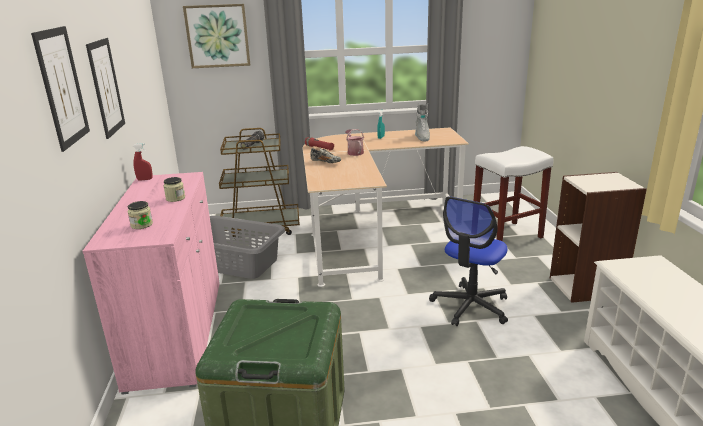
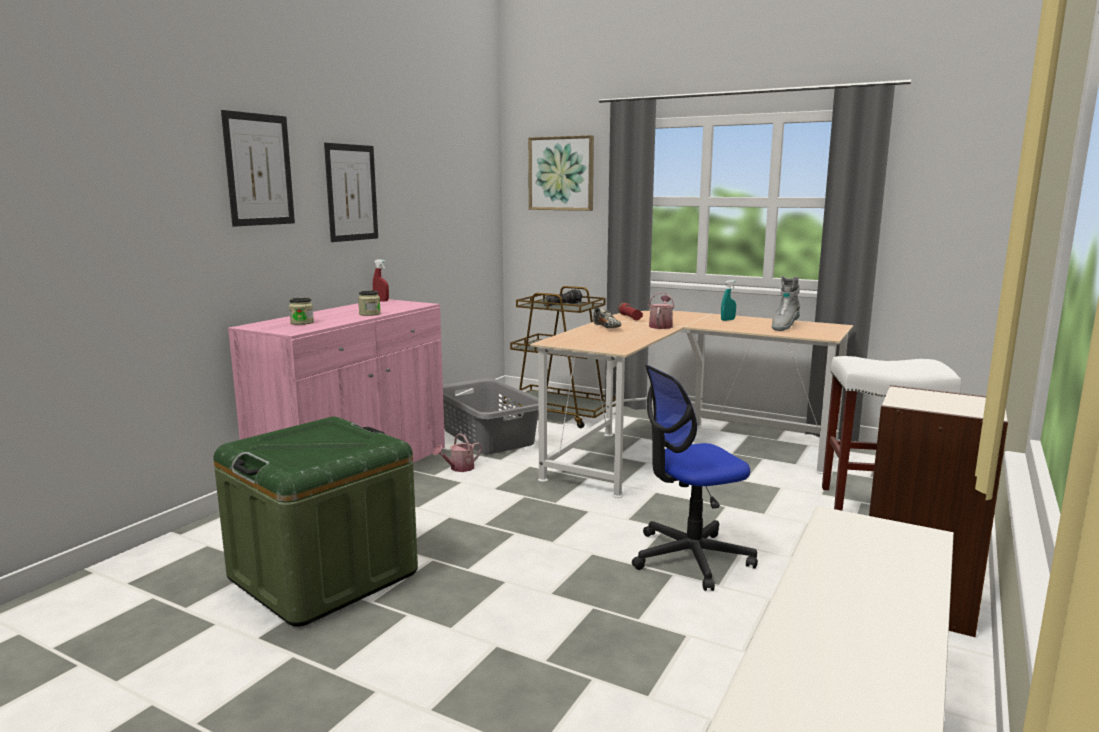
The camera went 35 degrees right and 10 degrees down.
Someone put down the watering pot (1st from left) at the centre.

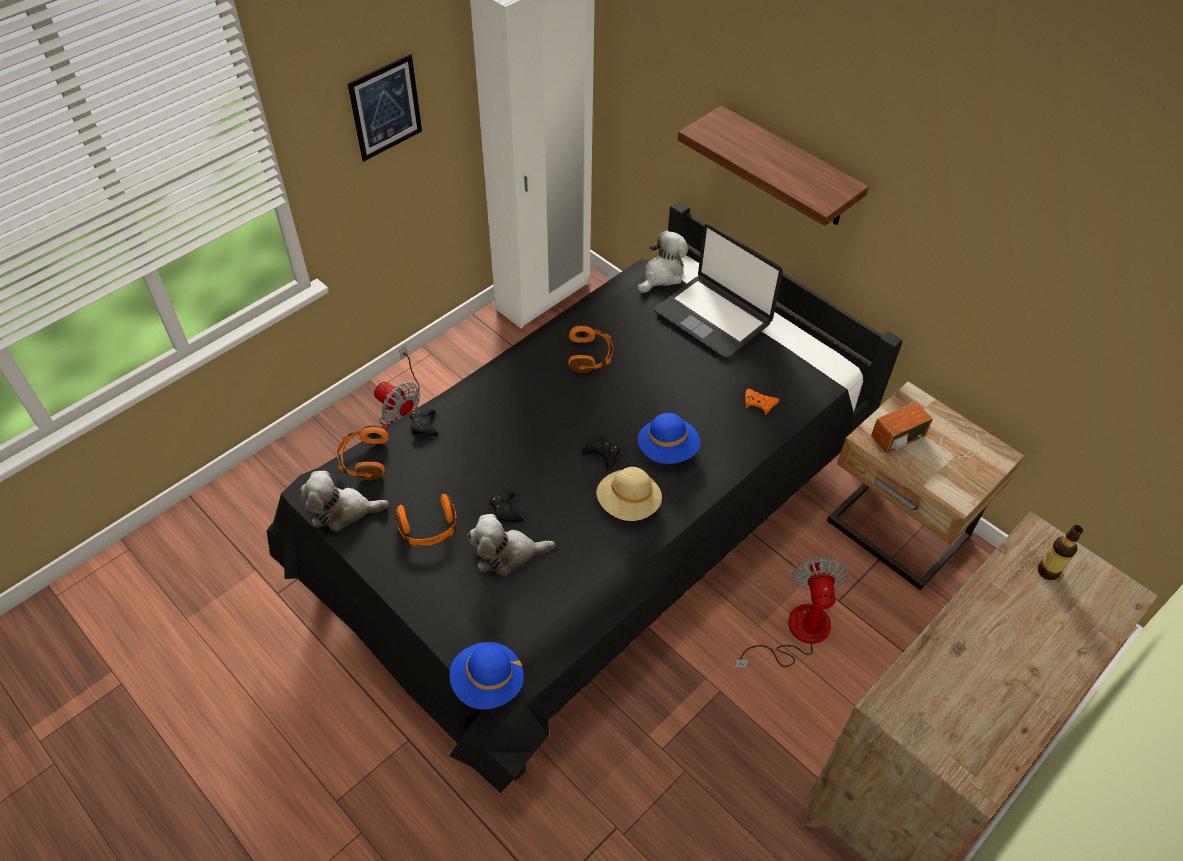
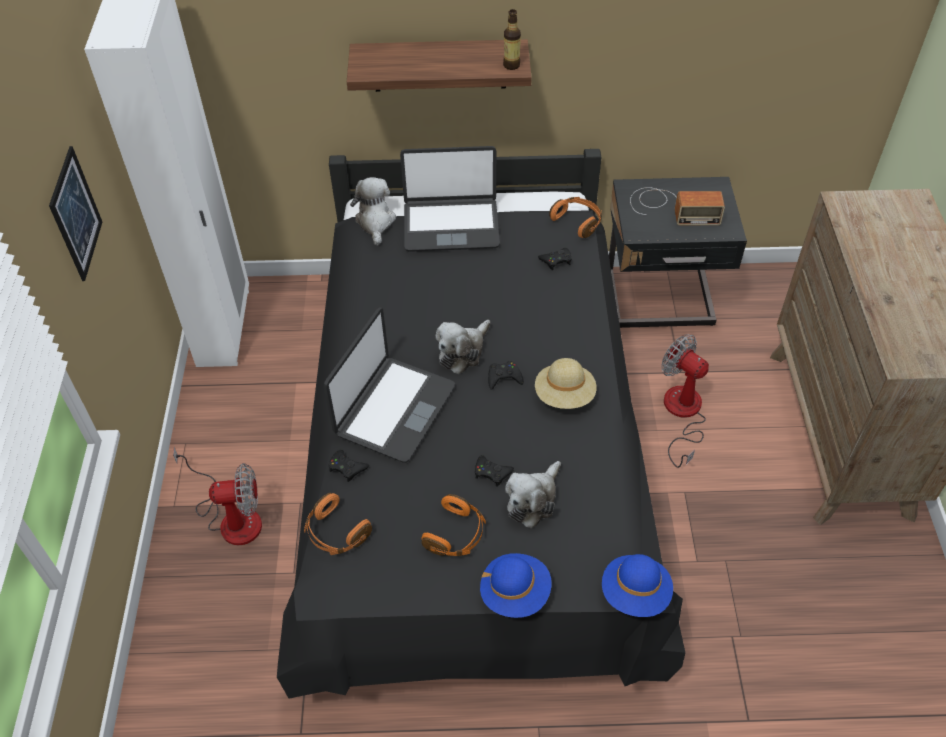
The camera went 45 degrees left and 0 degrees up.
Someone put down the portable computer (1st from left) at the centre.
Someone carried the soft toy (1st from left in the first image) from the middle left to the centre.
Someone carried the headphones (orangey) (3rd from left) from the centre to the top centre.
Someone carried the wearable hat (bluish) (2nd from left in the first image) from the centre to the bottom centre.
Someone carried the beverage bottle from the middle right to the top centre.
Someone repainted the gamepad (orangey) at the centre, which became the gamepad (black-coloured) (4th from left) at the centre.
Someone repainted the nightstand (beige) at the middle right, which became the nightstand (black-coloured) at the middle right.
Someone rotated the radio set at the middle right by 105 degrees counterclockwise.

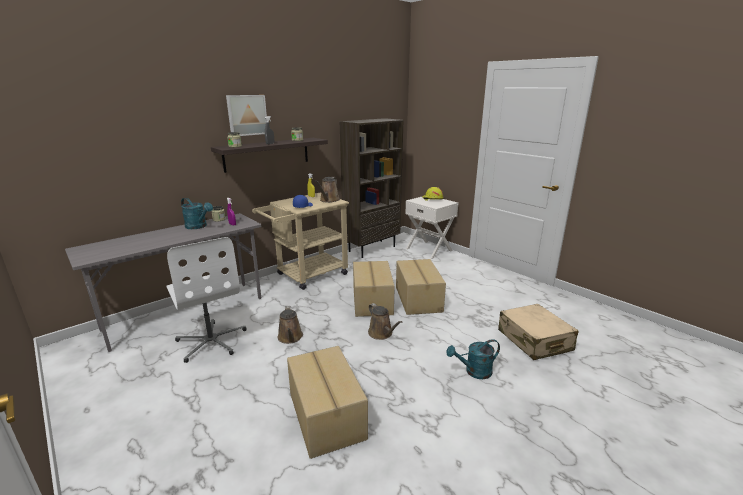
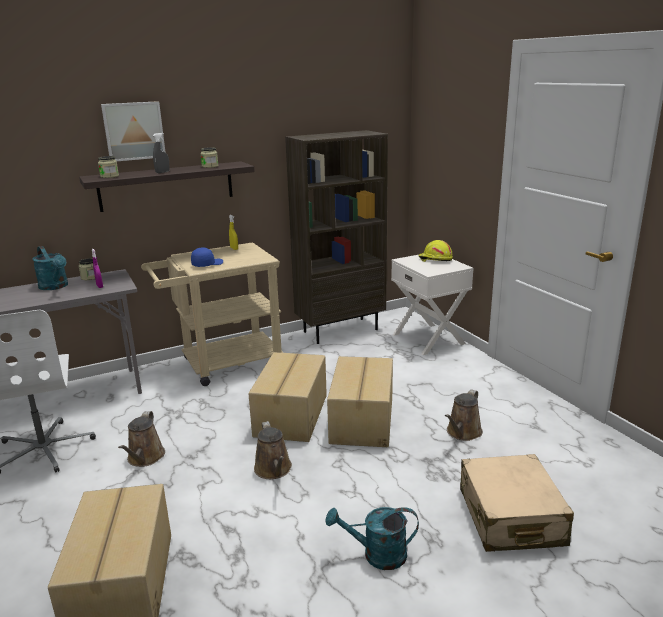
The camera went 15 degrees right and 0 degrees up.
Someone carried the watering pot (brown) (2nd from left in the first image) from the centre to the bottom right.

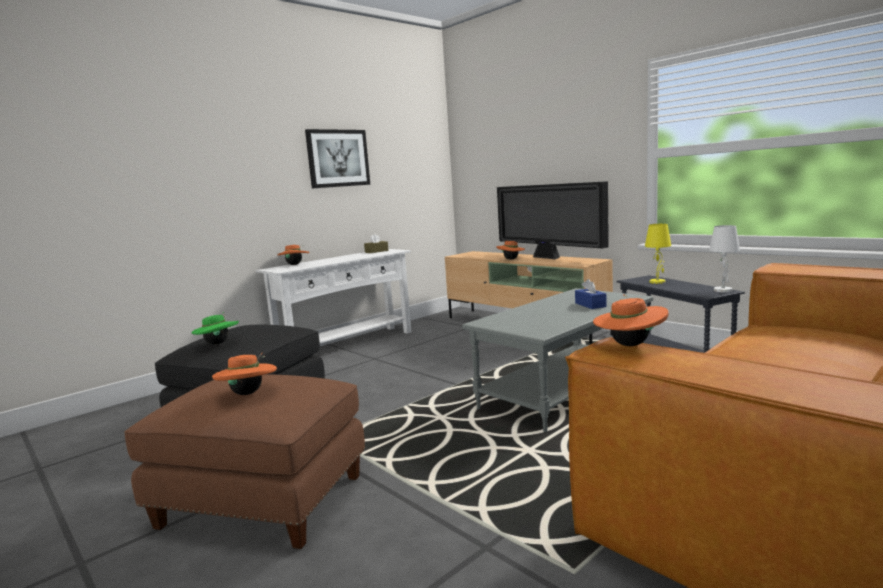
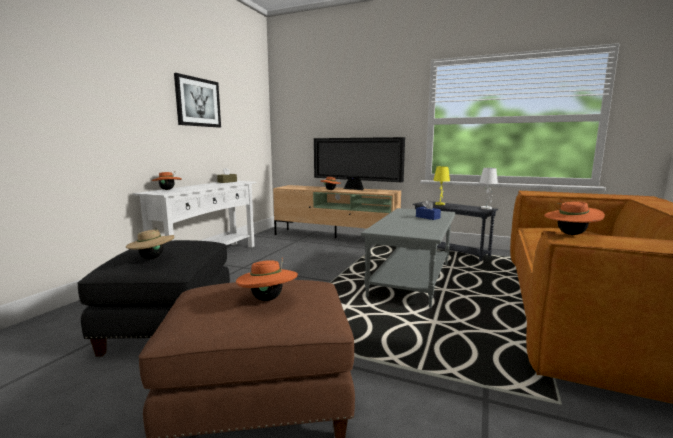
The camera went 25 degrees left and 0 degrees up.
Someone repainted the wearable hat (greenish) at the middle left, which became the wearable hat (beige) at the middle left.

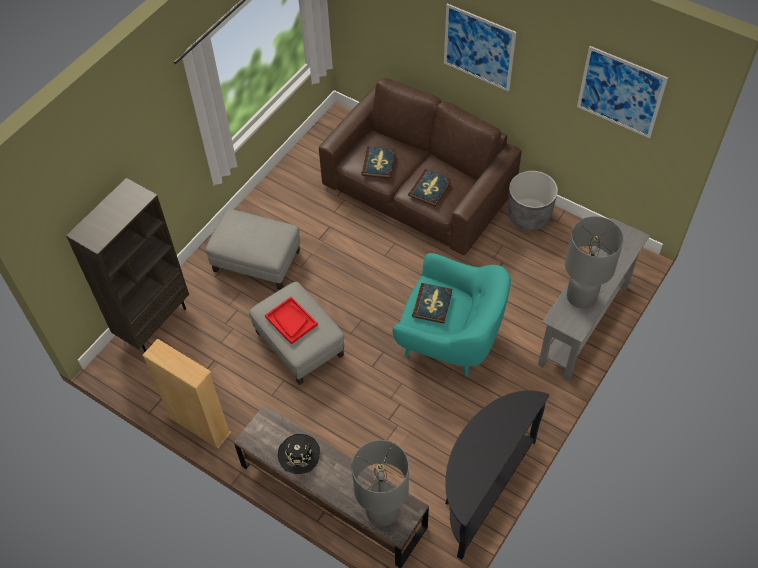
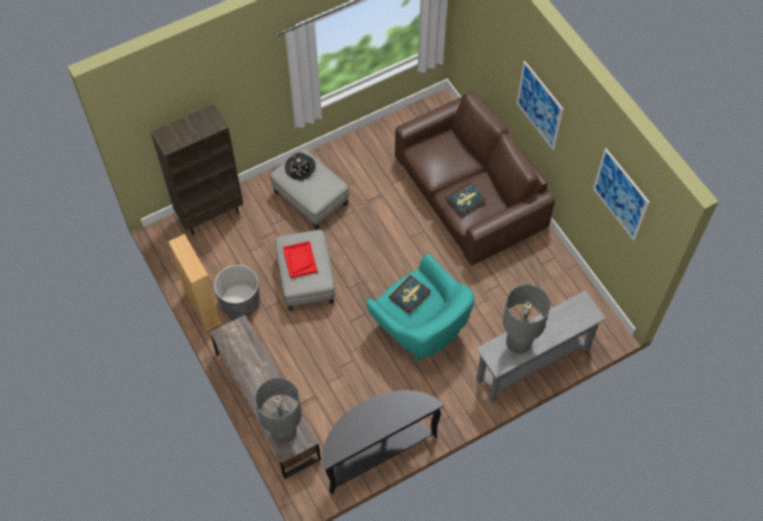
The camera went 25 degrees right and 5 degrees up.
Someone took away the bound book (1st from left) at the top centre.
Someone carried the wearable hat (black-coloured) from the bottom centre to the top centre.
Someone carried the flower pot (gray) from the middle right to the middle left.

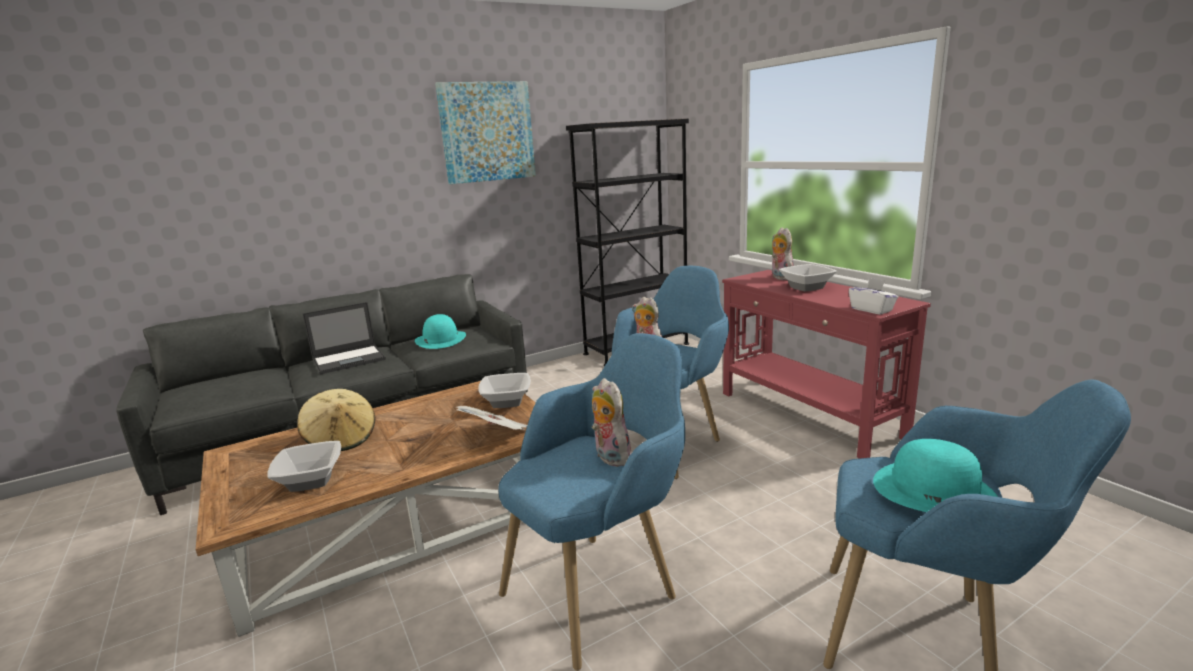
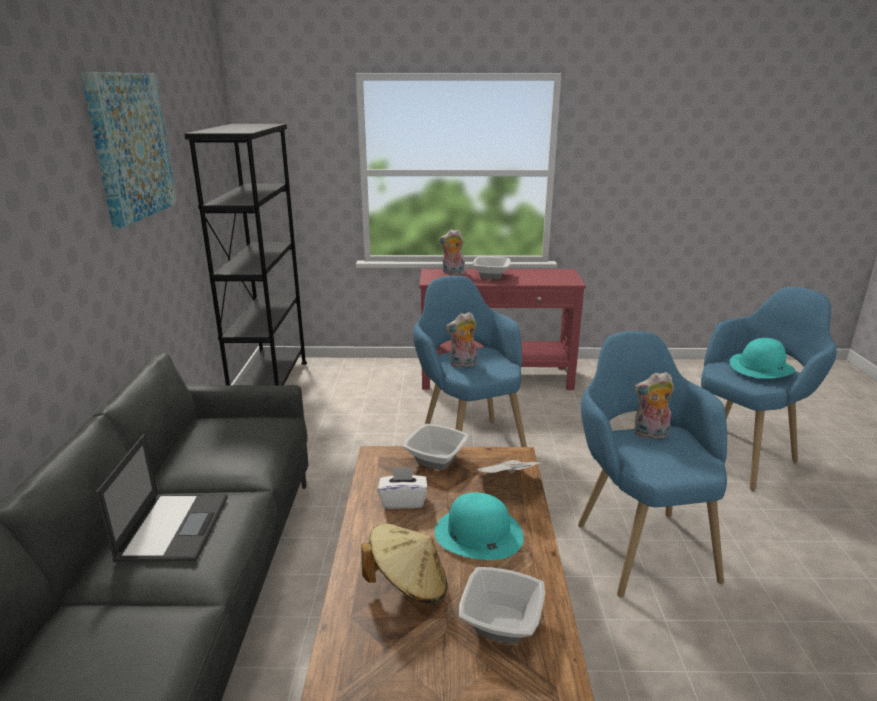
The camera went 60 degrees left and 5 degrees up.
Someone carried the wearable hat (turquoise) (1st from left) from the centre to the bottom centre.
Someone carried the tissue holder (whitish) from the middle right to the bottom centre.

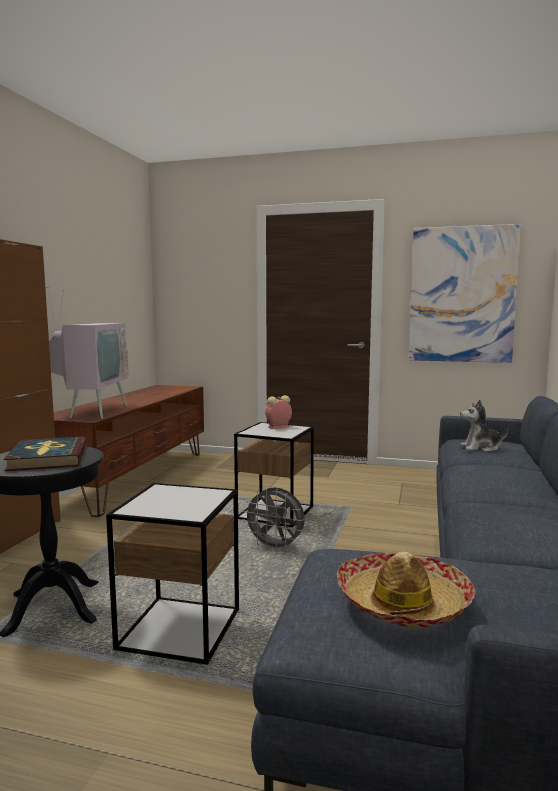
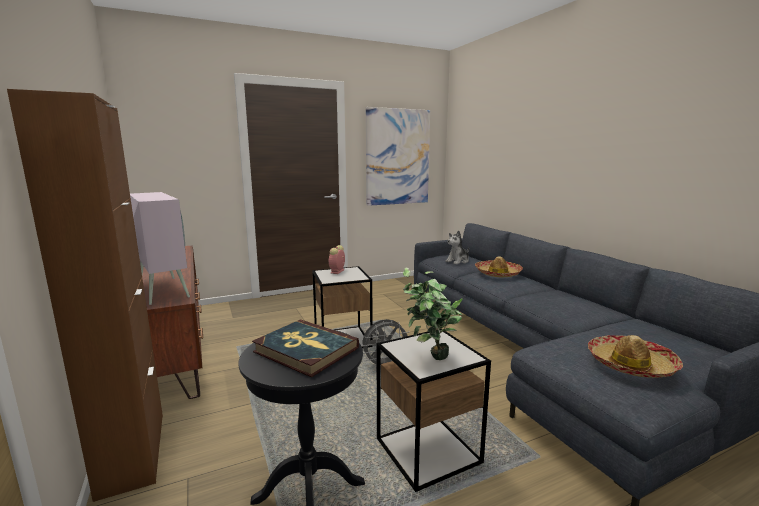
The camera went 40 degrees left and 5 degrees up.
Someone put down the houseplant at the centre.
Someone put down the wearable hat (1st from left) at the centre.

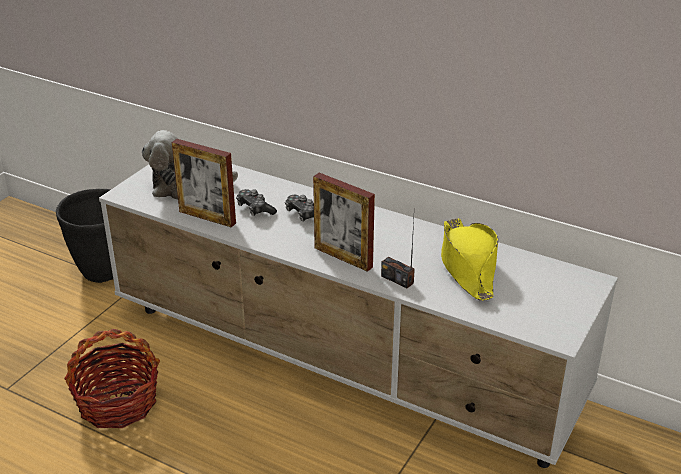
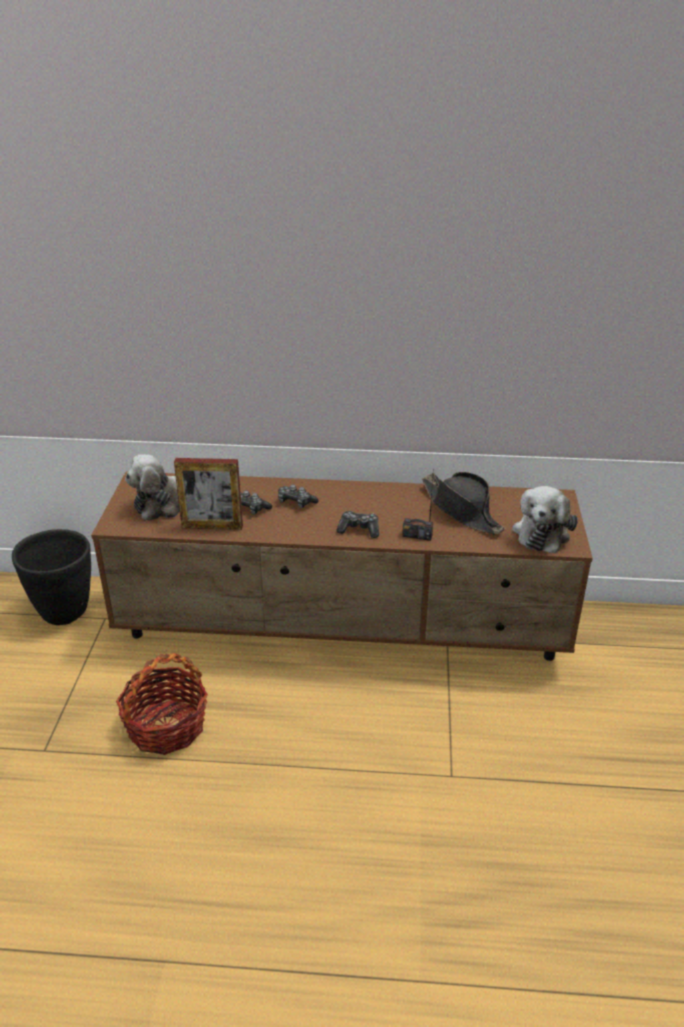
The camera went 25 degrees left and 0 degrees up.
Someone put down the soft toy (2nd from left) at the middle right.
Someone swapped the photo frame (2nd from left) at the centre for the gamepad (3rd from left) at the centre.
Someone repainted the tv stand (whitish) at the bottom centre, which became the tv stand (brown) at the centre.
Someone repainted the wearable hat (yellow-coloured) at the middle right, which became the wearable hat (black-coloured) at the middle right.

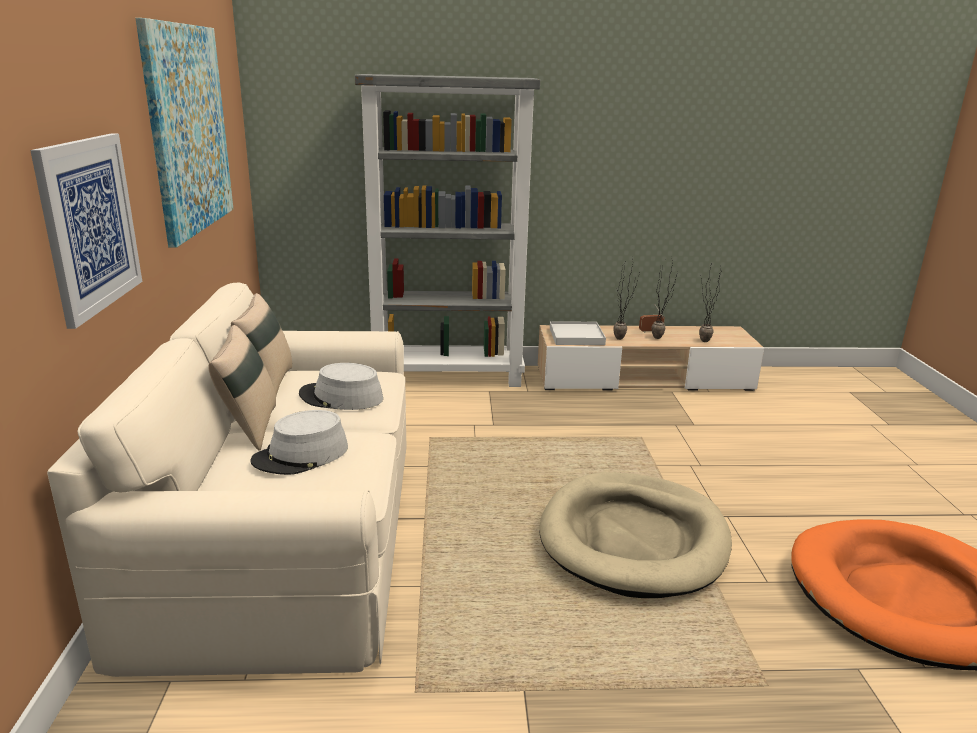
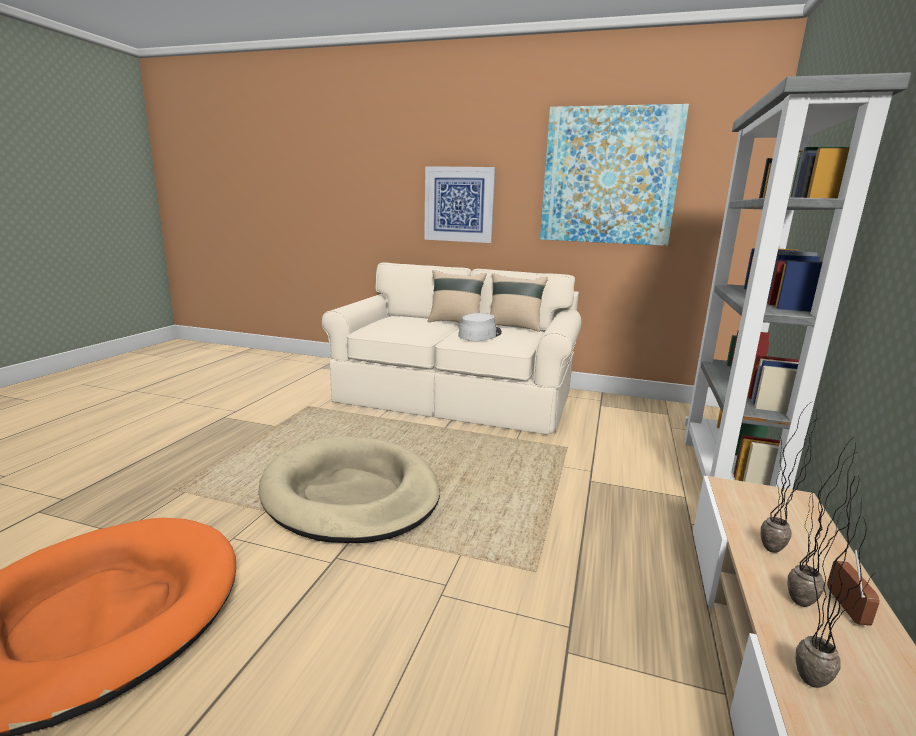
The camera went 110 degrees right and 5 degrees down.
Someone took away the wearable hat (gray) (1st from left) at the middle left.
Someone took away the serving tray (whitish) at the centre.

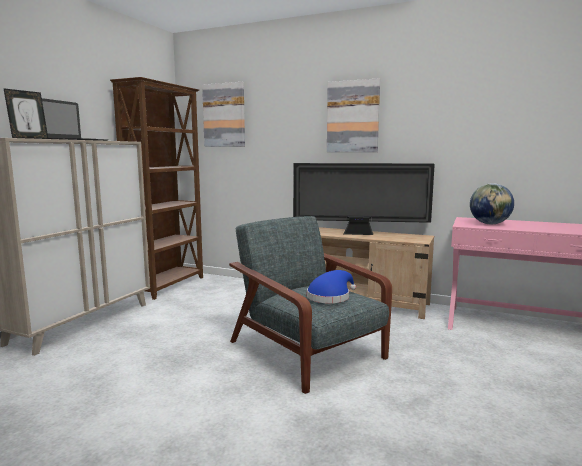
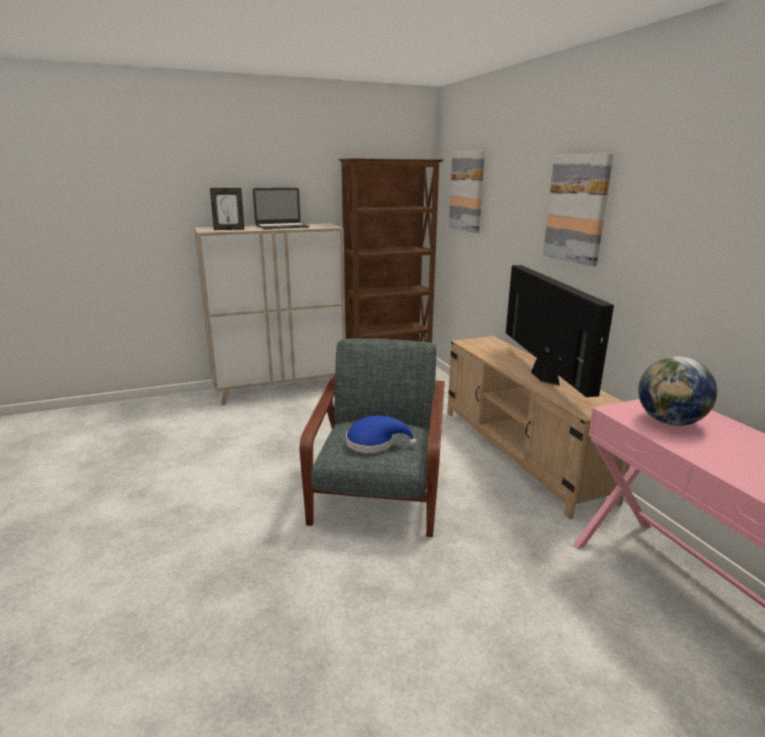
The camera went 45 degrees right and 10 degrees up.
Someone rotated the TV set at the centre by 150 degrees counterclockwise.

